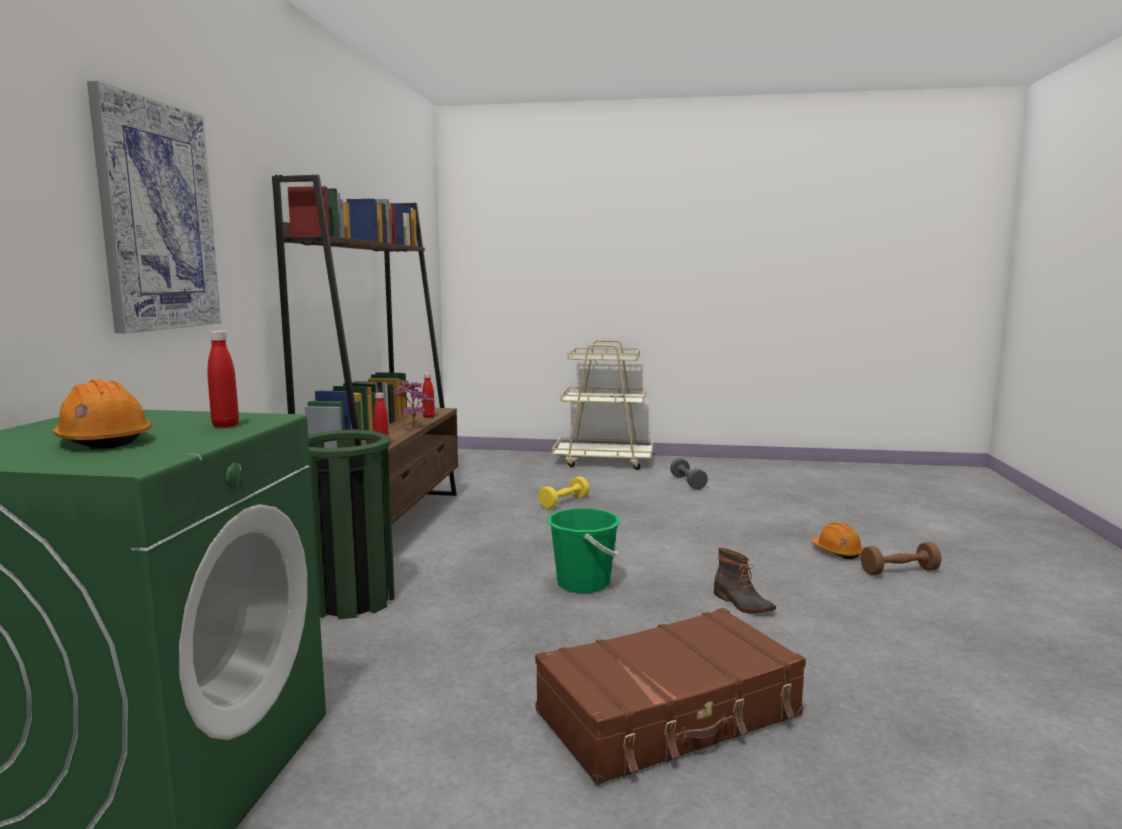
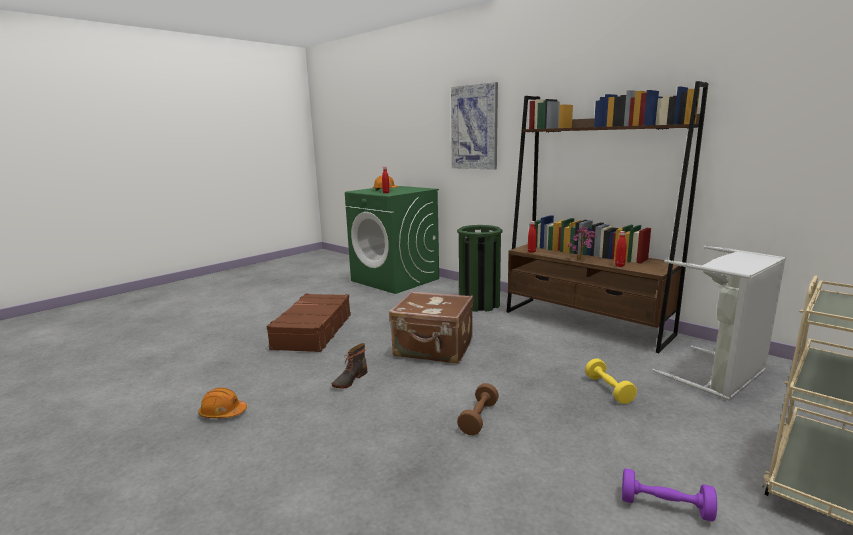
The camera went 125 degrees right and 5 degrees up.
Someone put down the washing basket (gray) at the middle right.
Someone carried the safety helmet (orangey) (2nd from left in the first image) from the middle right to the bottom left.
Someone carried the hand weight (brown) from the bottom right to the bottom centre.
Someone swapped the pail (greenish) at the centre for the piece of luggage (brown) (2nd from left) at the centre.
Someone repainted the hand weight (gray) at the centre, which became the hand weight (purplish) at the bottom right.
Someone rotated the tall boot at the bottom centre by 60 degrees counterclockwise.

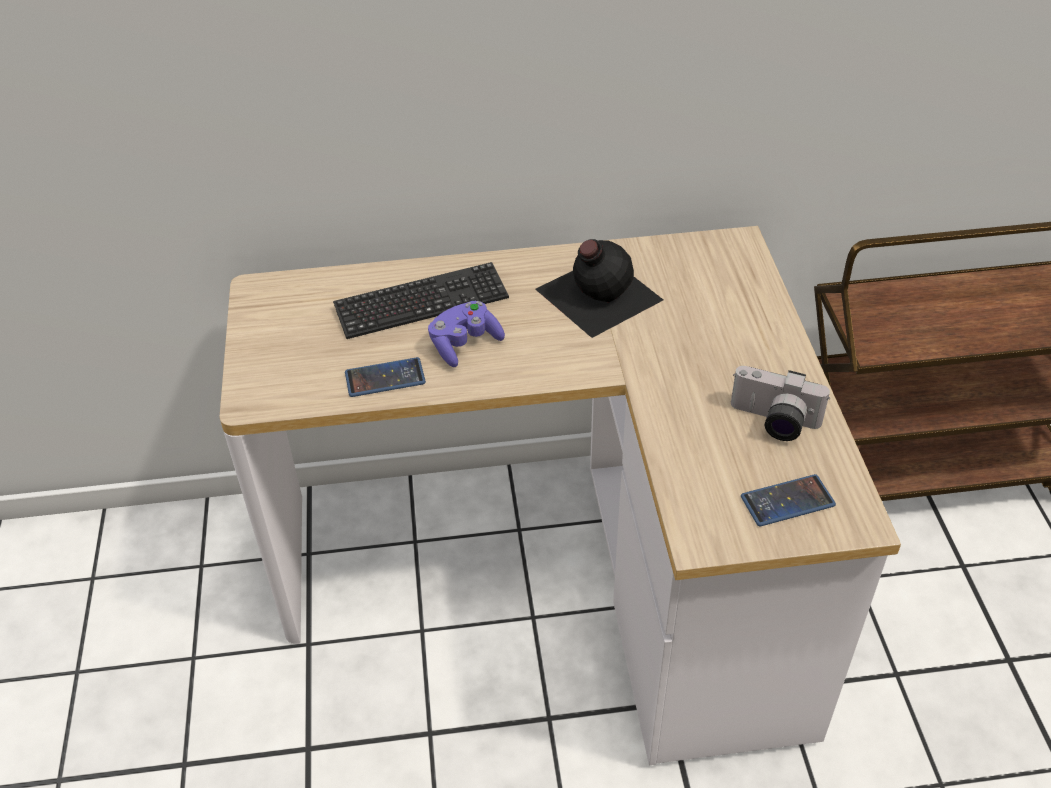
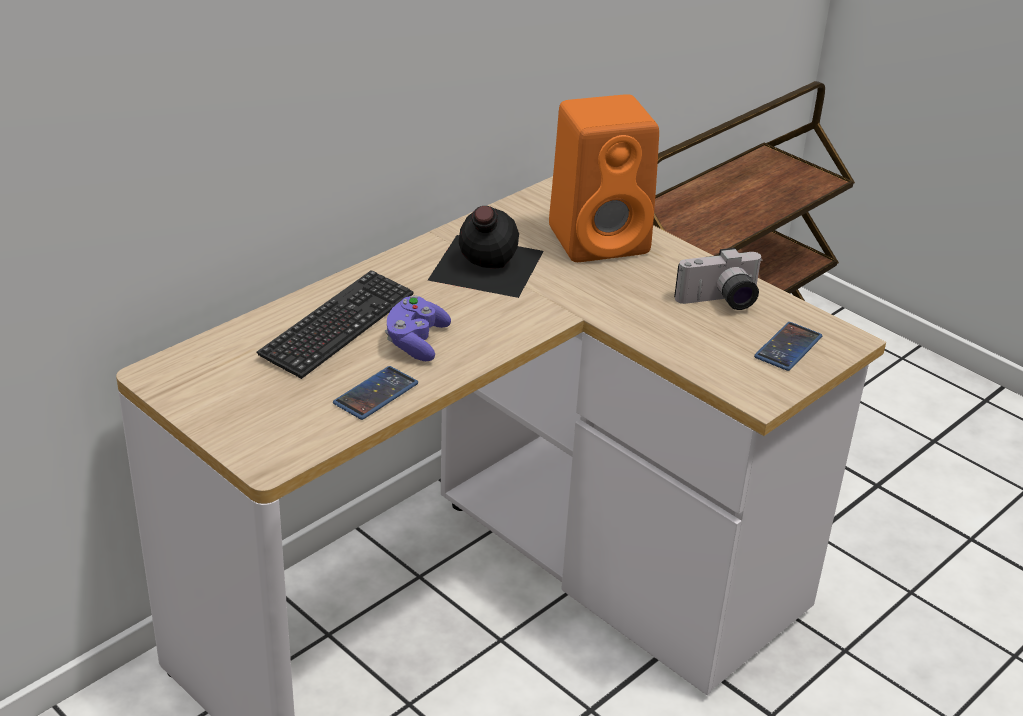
The camera went 40 degrees left and 10 degrees down.
Someone put down the audio speaker (orangey) at the top centre.

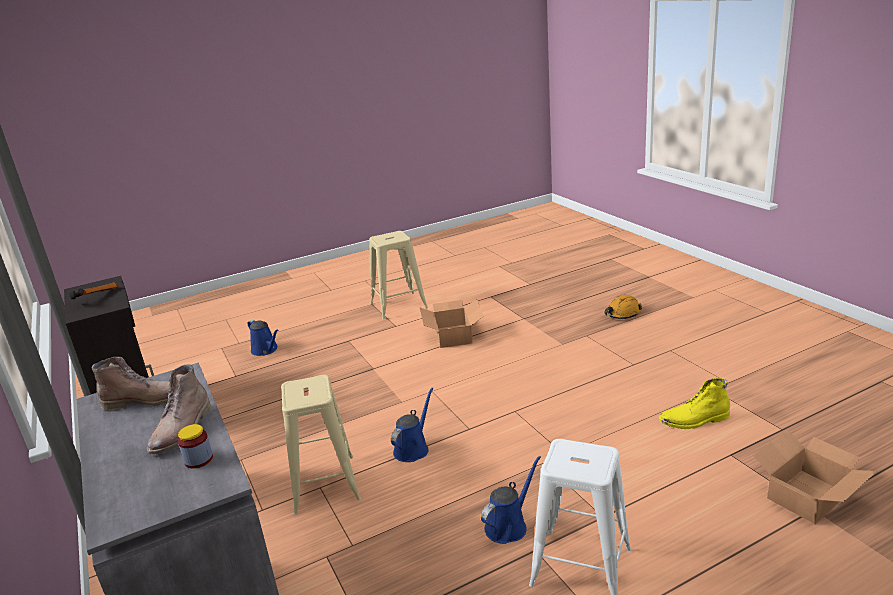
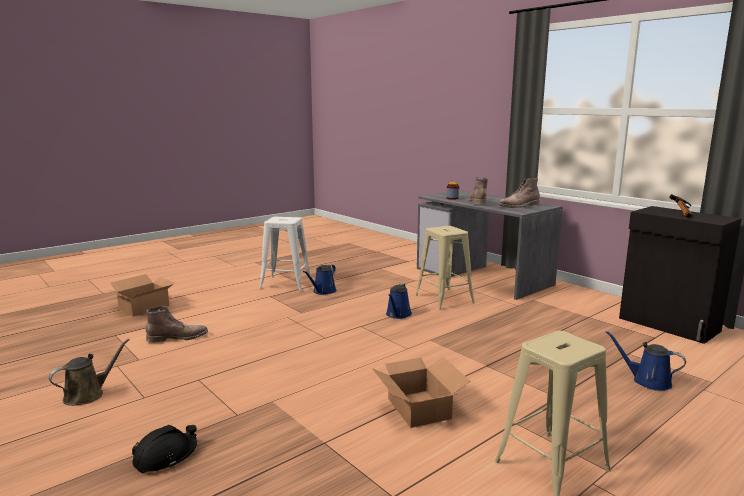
The camera went 165 degrees right and 10 degrees down.
Someone put down the watering pot (brown) at the bottom left.
Someone repainted the safety helmet (orangey) at the middle right, which became the safety helmet (black-coloured) at the bottom left.
Someone repainted the tall boot (yellow-coloured) at the bottom right, which became the tall boot (brown) (1st from left) at the middle left.

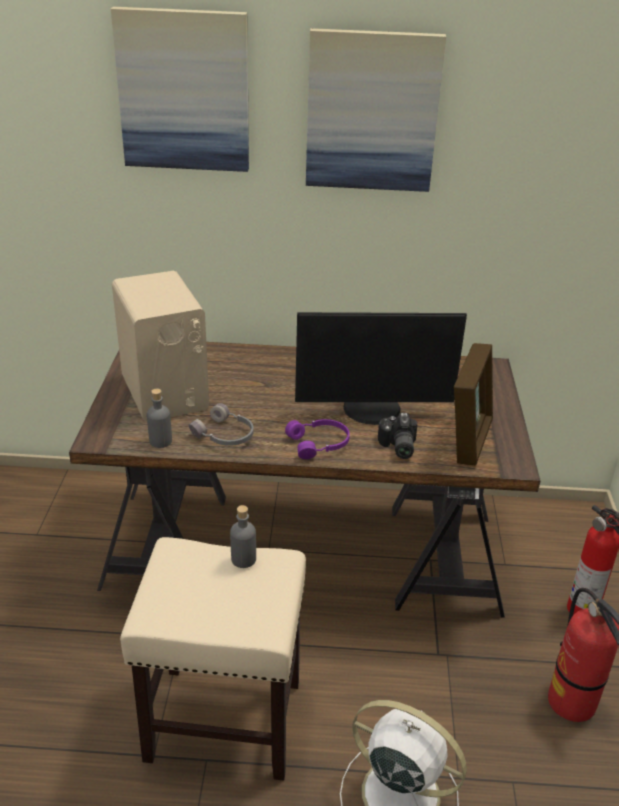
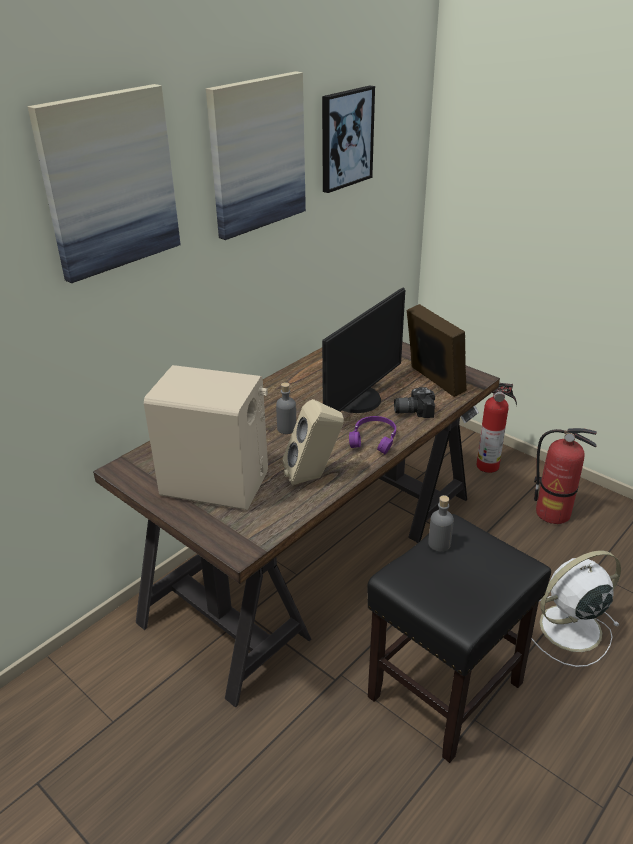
The camera went 50 degrees left and 0 degrees up.
Someone put up the picture (3rd from left) at the top centre.
Someone carried the beverage bottle (gray) (1st from left) from the middle left to the centre.
Someone swapped the headphones (gray) at the centre for the audio speaker (beige) (2nd from left) at the centre.
Someone repainted the sitting stool (beige) at the bottom centre, which became the sitting stool (black-coloured) at the bottom right.
Someone rotated the photo camera at the centre by 135 degrees clockwise.

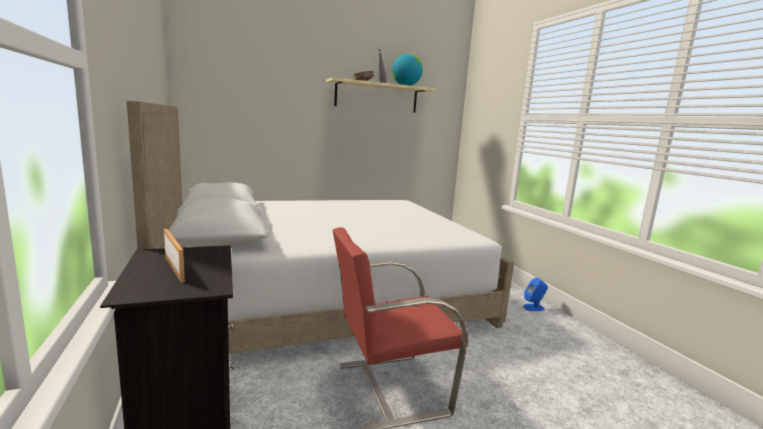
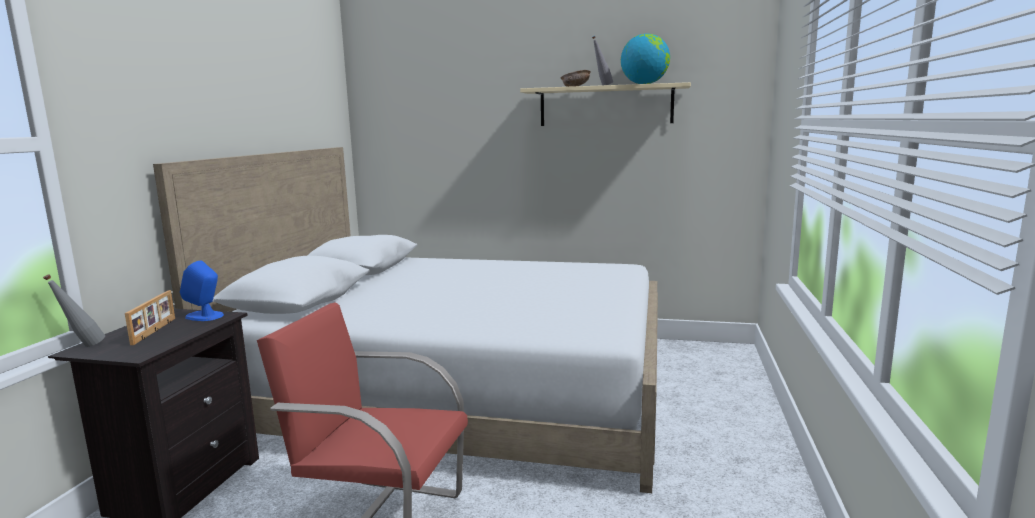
The camera went 35 degrees right and 0 degrees up.
Someone put down the beverage bottle (gray) (1st from left) at the middle left.
Someone carried the audio speaker (bluish) from the bottom right to the middle left.

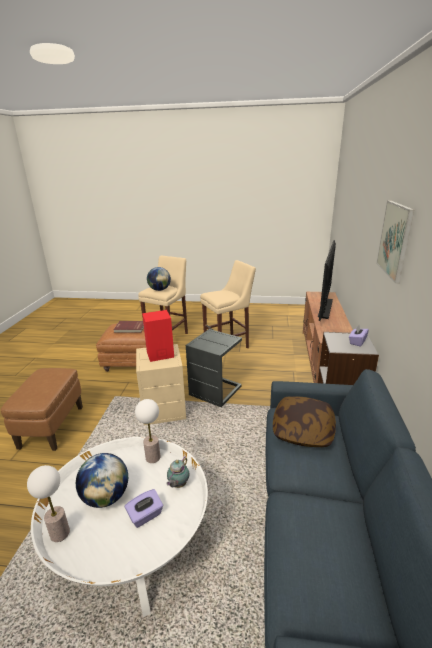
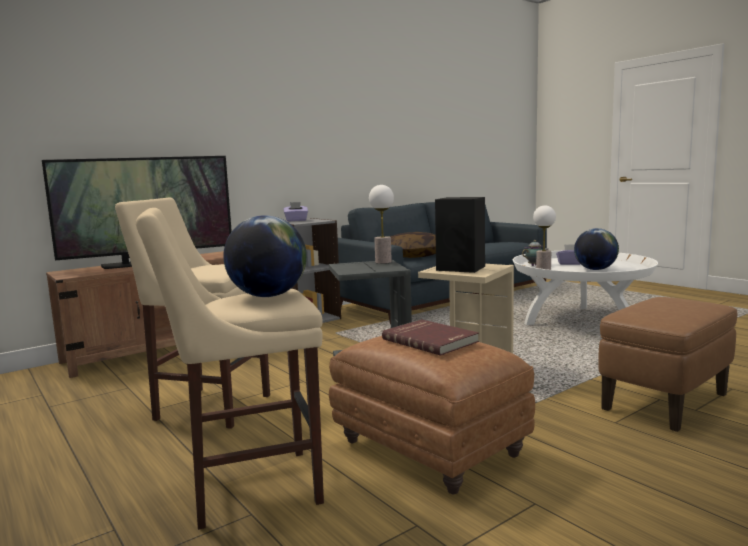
The camera went 135 degrees left and 15 degrees down.
Someone took away the picture at the middle right.
Someone carried the lamp for a table (1st from left) from the bottom left to the centre.
Someone repainted the audio speaker (red-coloured) at the centre, which became the audio speaker (black-coloured) at the centre.

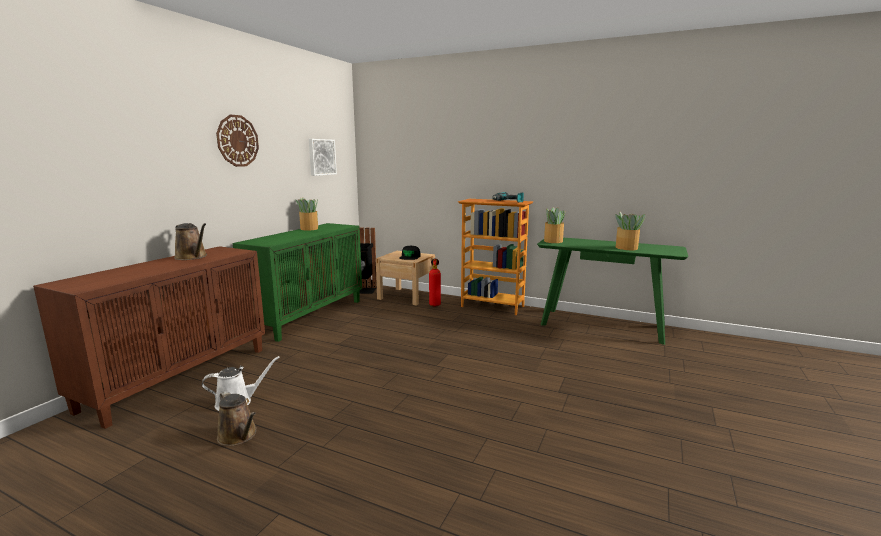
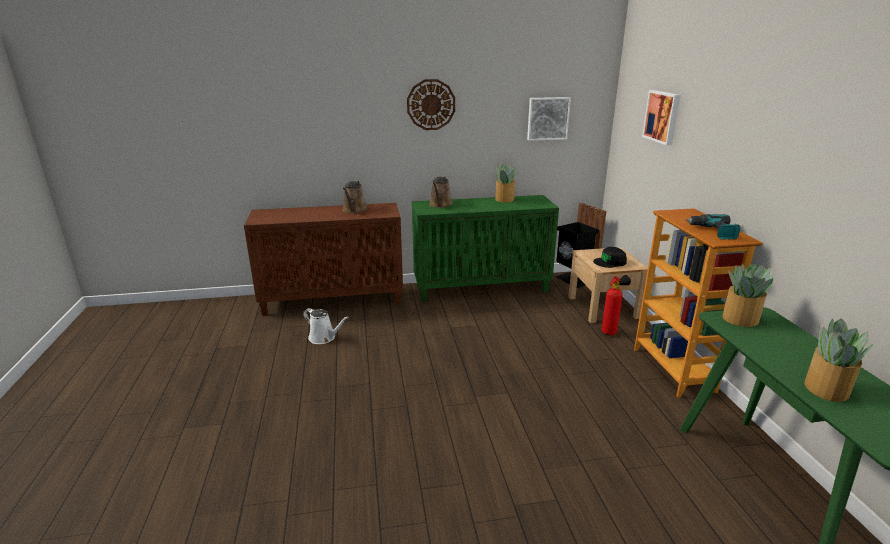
The camera went 55 degrees right and 10 degrees up.
Someone put up the picture (2nd from left) at the top right.
Someone carried the watering pot (brown) (2nd from left) from the bottom left to the centre.

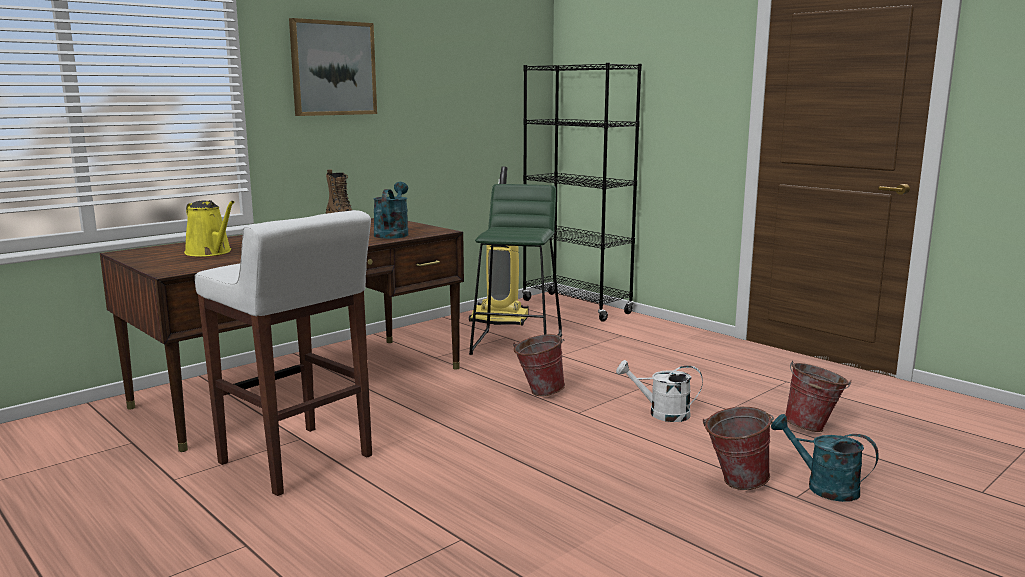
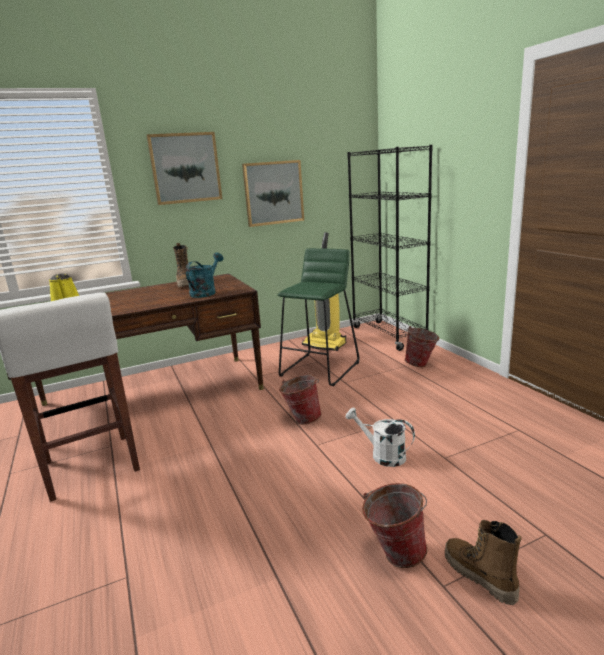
The camera went 20 degrees right and 5 degrees up.
Someone put up the picture (2nd from left) at the top centre.
Someone carried the pail (3rd from left) from the bottom right to the middle right.
Someone swapped the watering pot (turquoise) (2nd from left) at the bottom right for the tall boot (2nd from left) at the bottom right.

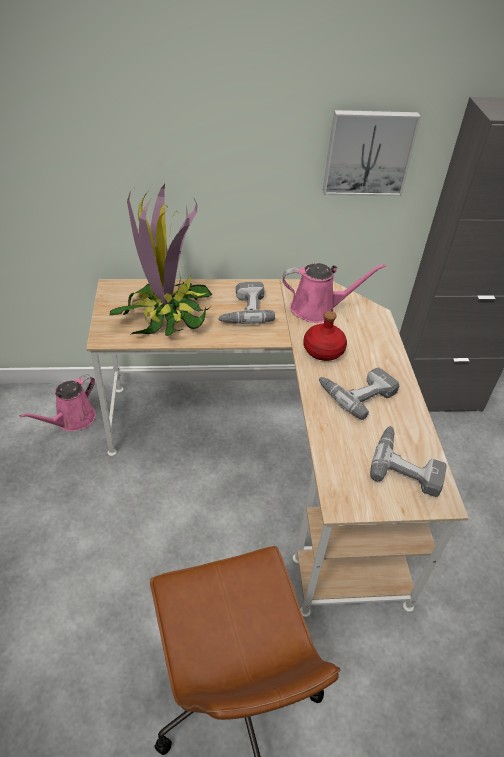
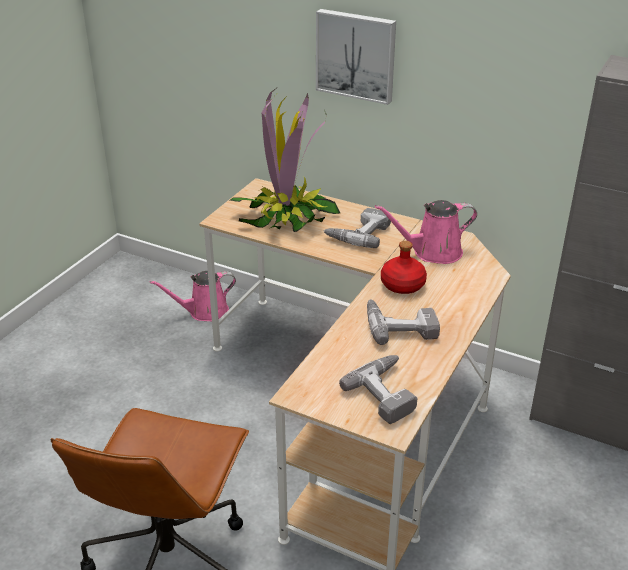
The camera went 35 degrees right and 10 degrees down.
Someone carried the picture from the top right to the top centre.
Someone rotated the watering pot (pink) (2nd from left) at the centre by 135 degrees clockwise.

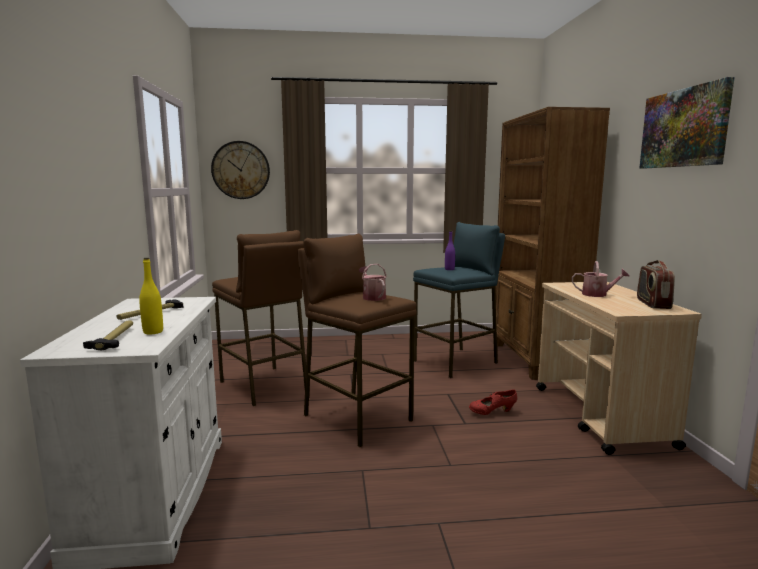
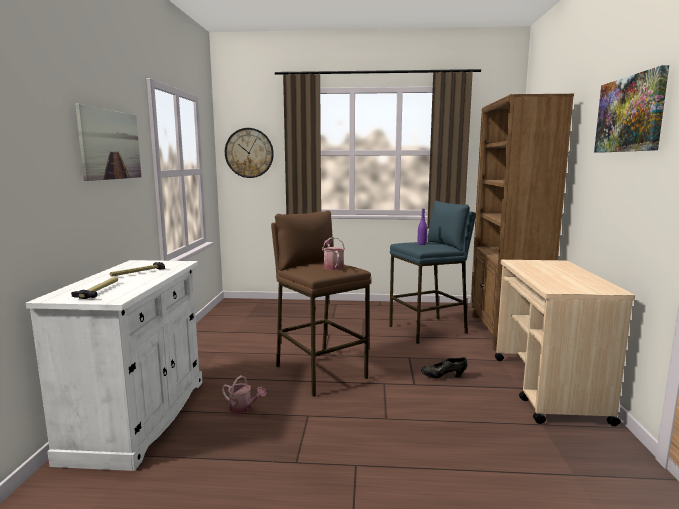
The camera went 10 degrees right and 0 degrees up.
Someone took away the beverage bottle (yellow-coloured) at the middle left.
Someone took away the sitting stool (brown) (1st from left) at the centre.
Someone took away the radio set at the middle right.
Someone put up the picture (1st from left) at the top left.
Someone carried the watering pot (2nd from left in the first image) from the middle right to the bottom centre.
Someone repainted the low shoe (red-coloured) at the bottom centre, which became the low shoe (black-coloured) at the bottom centre.

